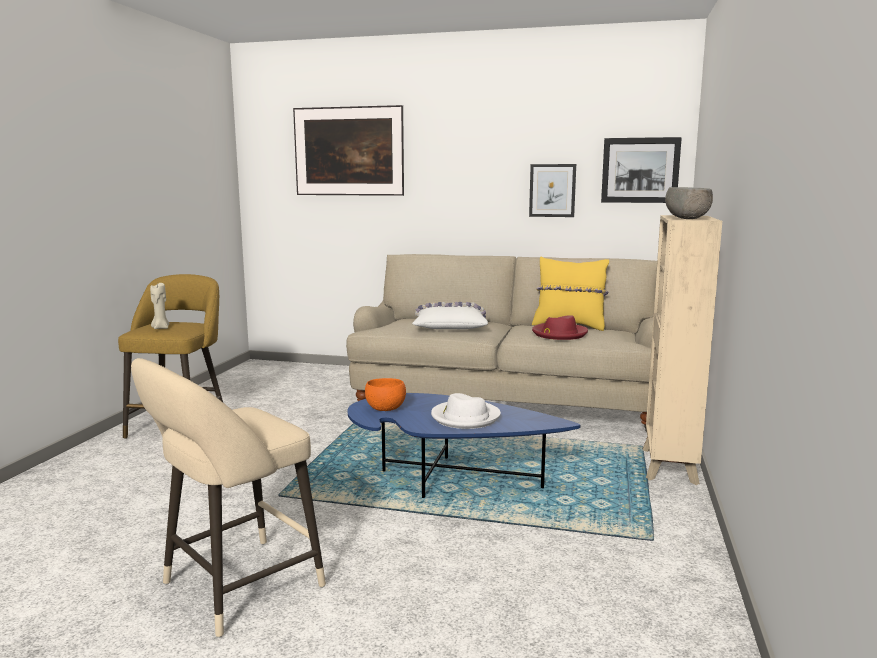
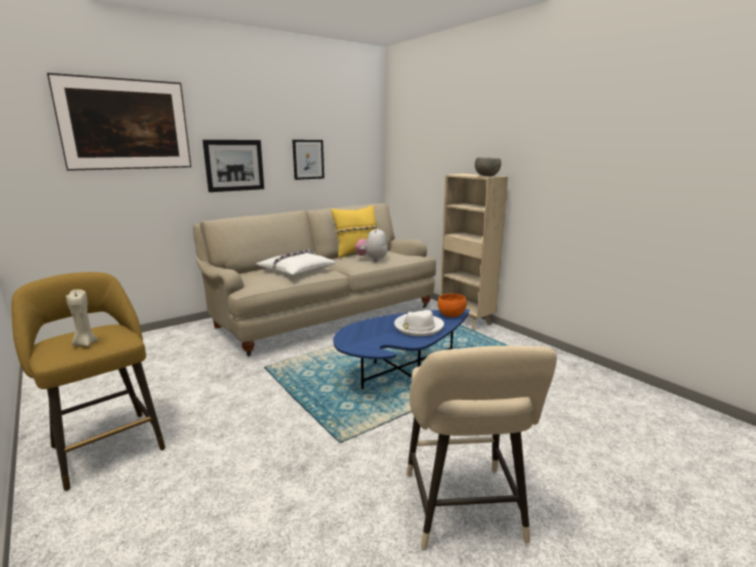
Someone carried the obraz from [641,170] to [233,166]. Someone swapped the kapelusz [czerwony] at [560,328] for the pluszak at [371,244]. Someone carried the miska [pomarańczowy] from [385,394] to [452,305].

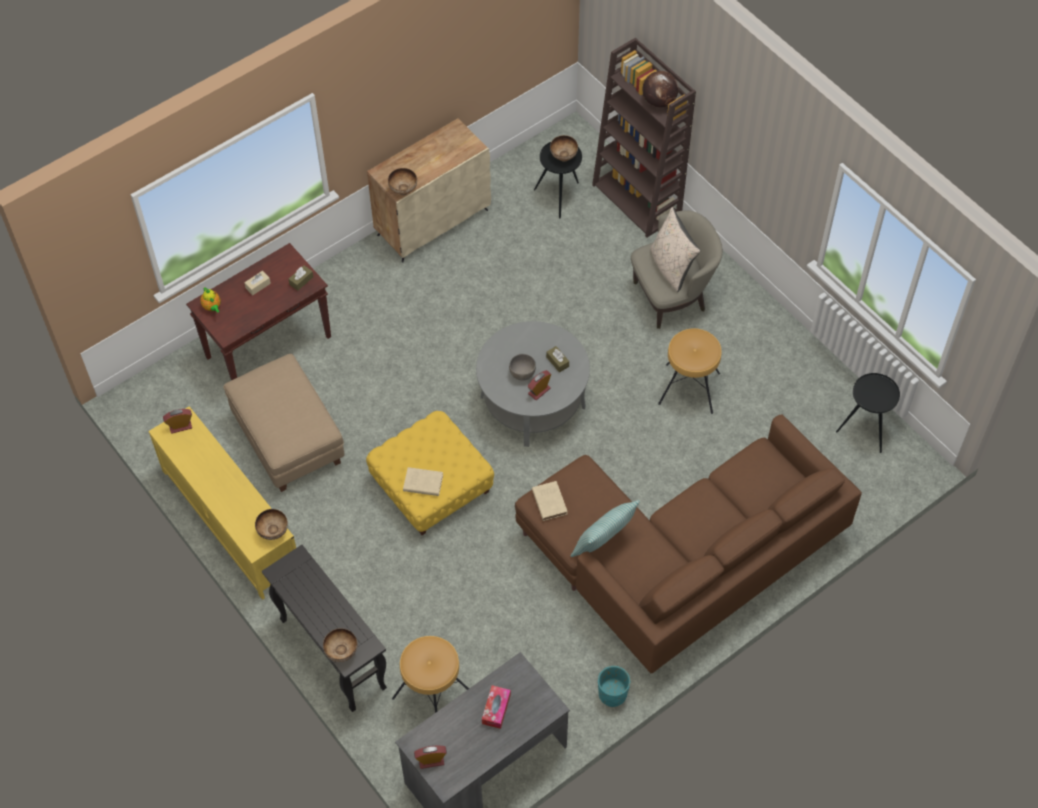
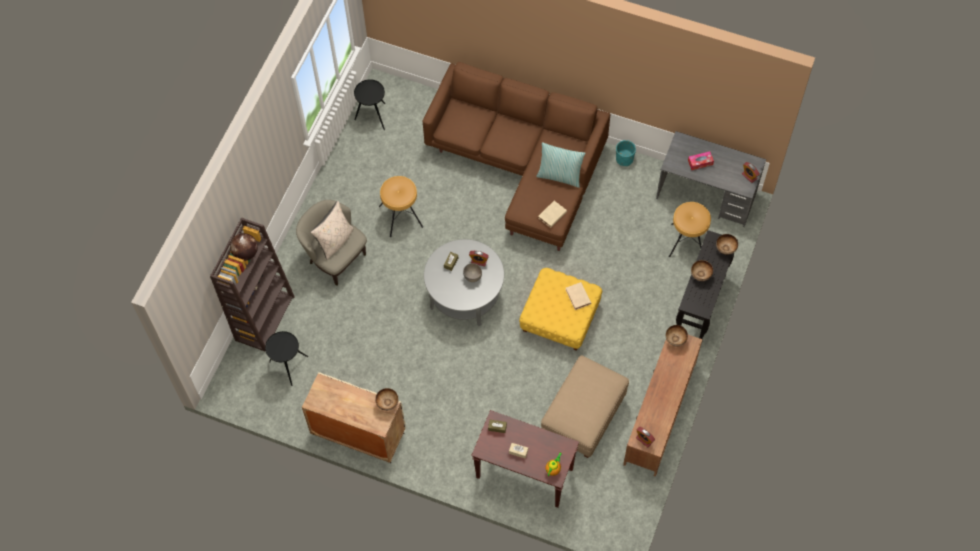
Someone repainted the szafka pod telewizor [żółty] at [222,503], which became the szafka pod telewizor [brązowy] at [663,406]. Someone carried the miska from [564,148] to [702,270].

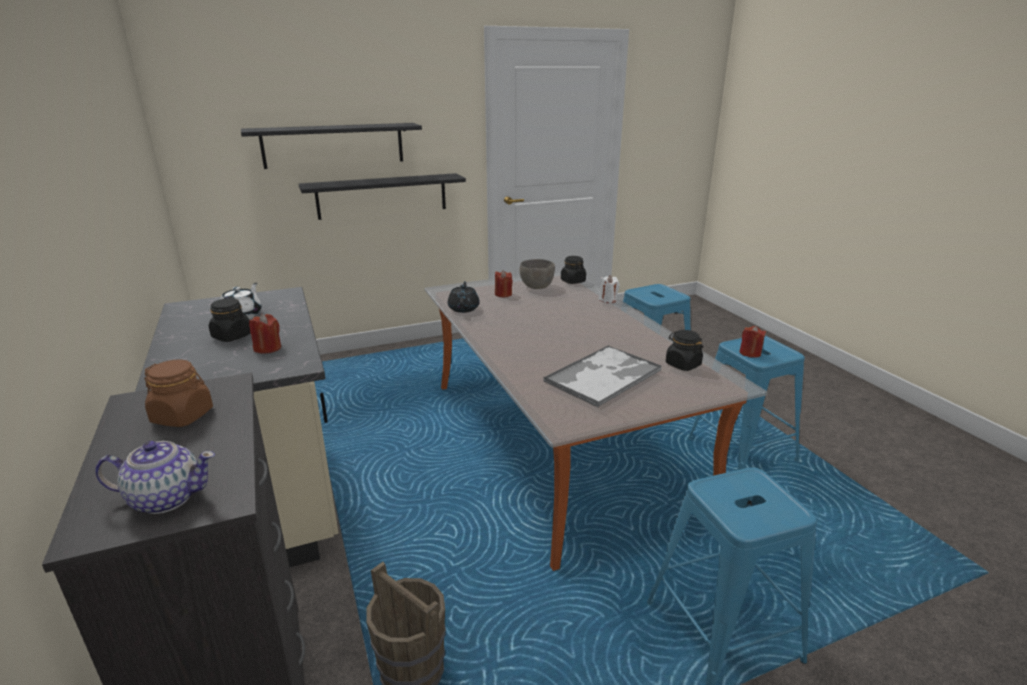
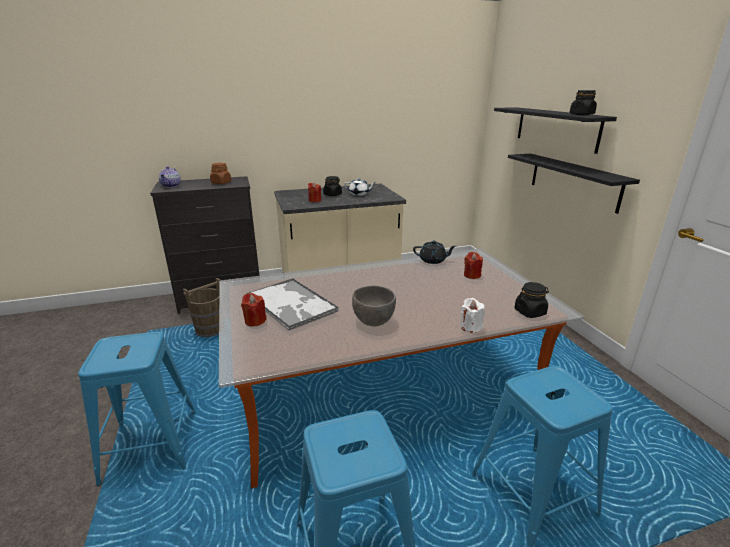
Someone carried the świeca [czerwony] from [752,342] to [254,309]. Someone carried the miska [szary] from [537,274] to [374,306]. Someone carried the słoik [czarny] from [684,350] to [583,102].

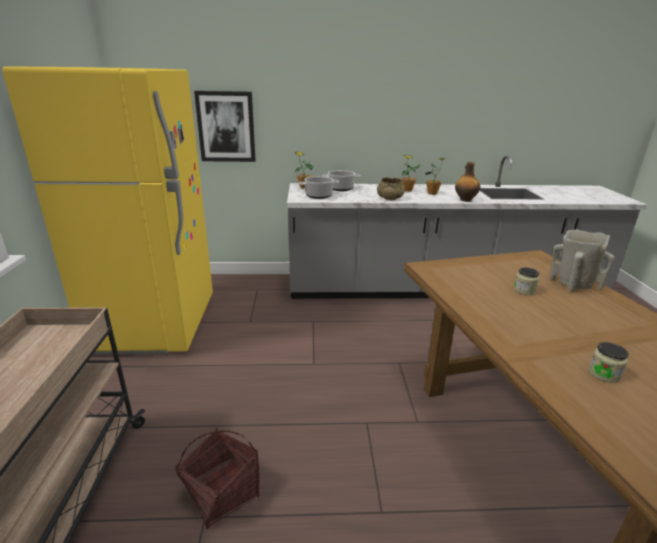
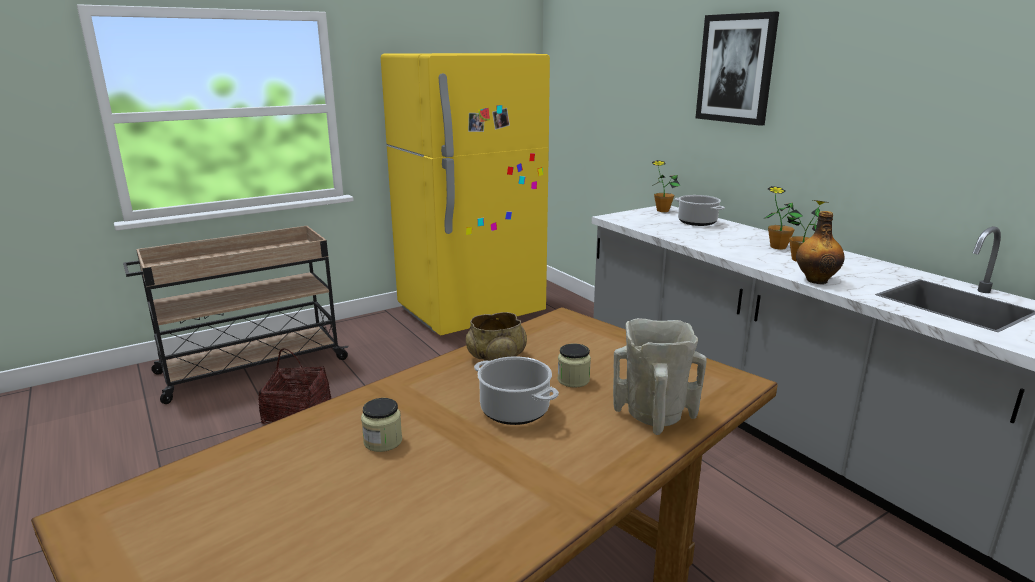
Someone carried the miska [beżowy] from [391,188] to [496,336]. Someone carried the garnek from [318,187] to [516,390]. Someone carried the obraz from [225,126] to [737,69].

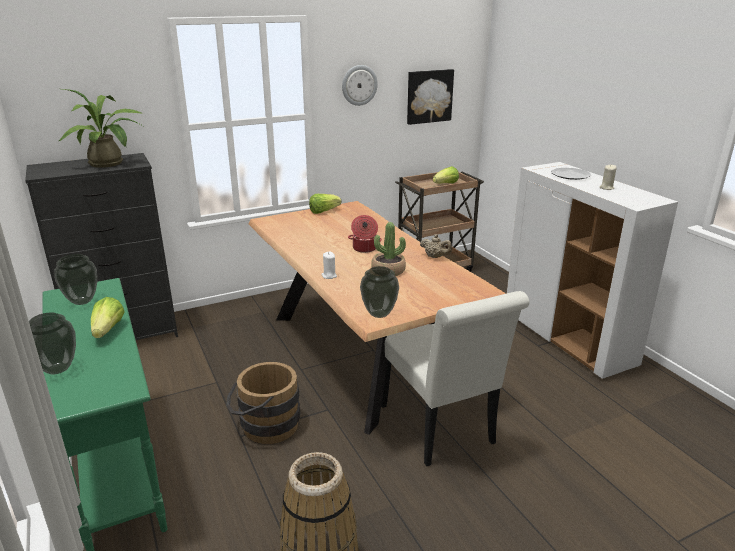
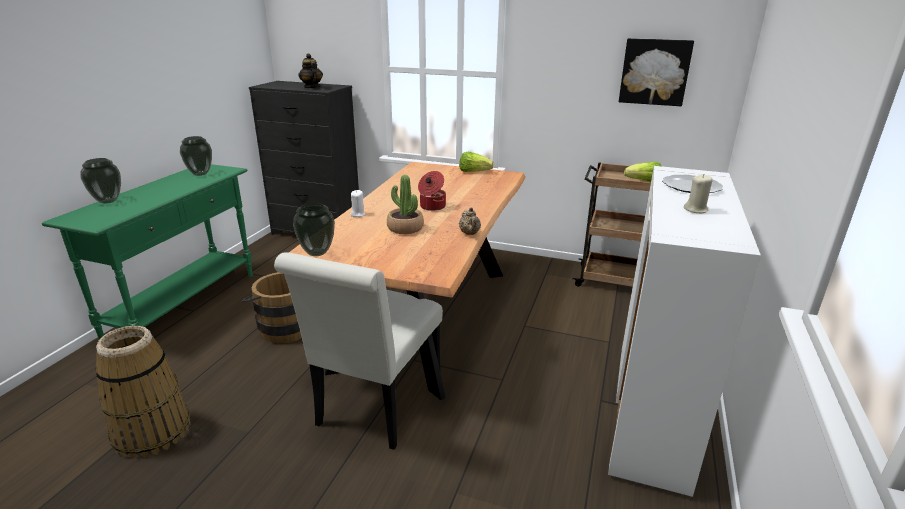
Someone swapped the roślina doniczkowa at [101,128] for the imbryk at [311,71]. Someone took away the sałata at [108,317]. Someone took away the zegar ścienny at [360,85].

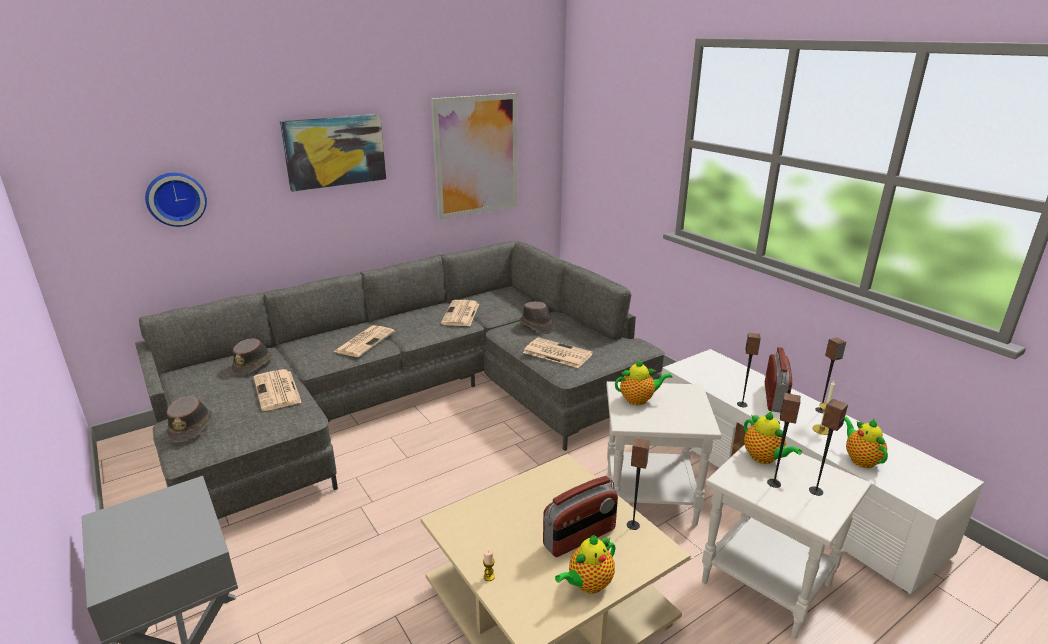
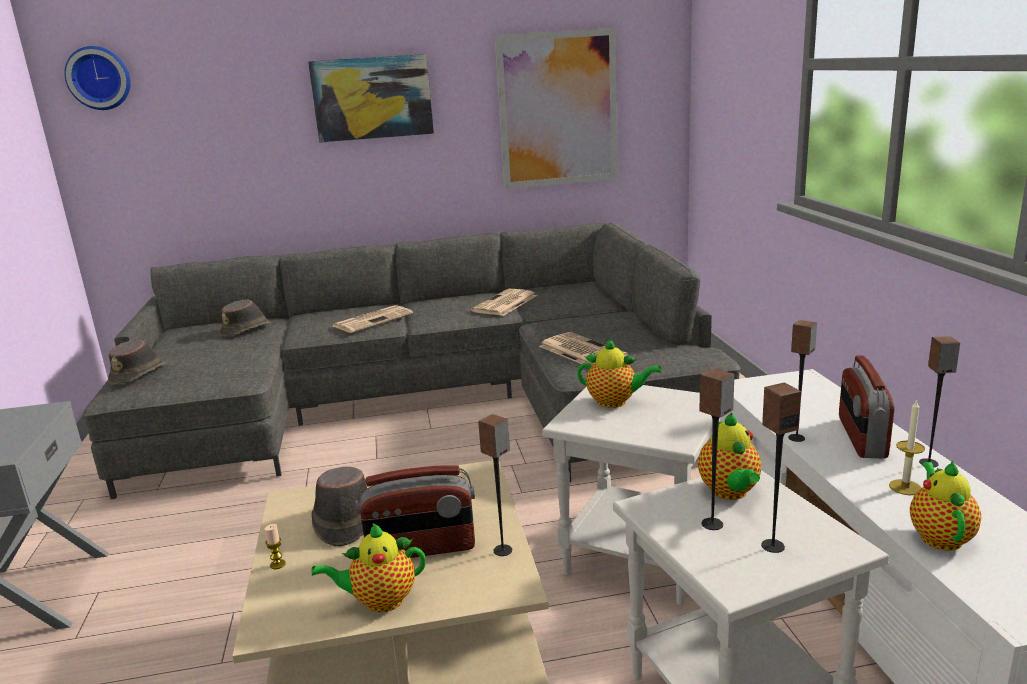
Someone carried the zegar ścienny from [176,200] to [97,78]. Someone carried the kapelusz [brązowy] from [537,318] to [339,507]. Someone rotated the radio at [778,380] by 150 degrees clockwise. Someone took away the gazeta at [278,390].

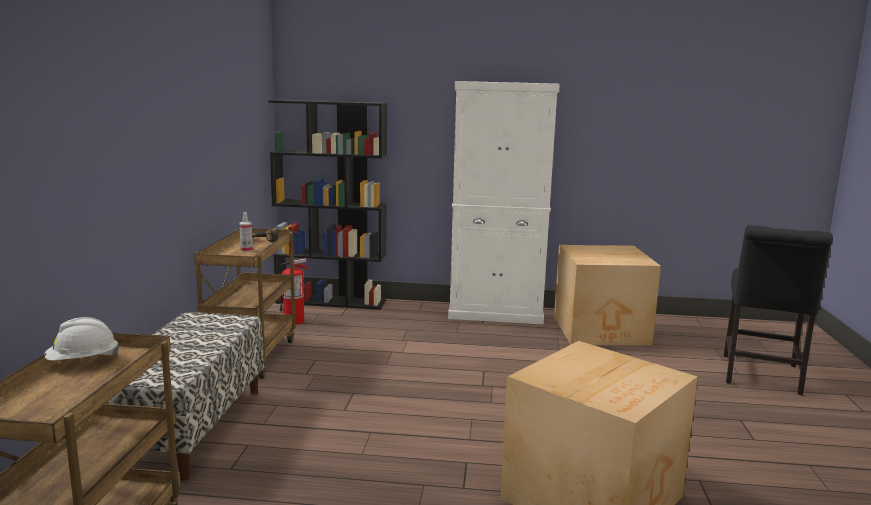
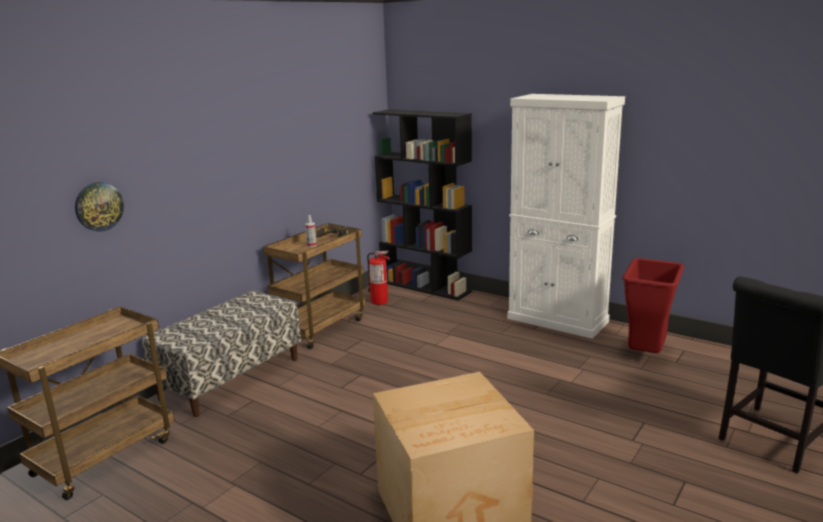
Someone put up the zegar ścienny at [99,207]. Someone swapped the karton at [607,295] for the kosz na śmieci [czerwony] at [653,305]. Someone took away the kask [biały] at [82,339].

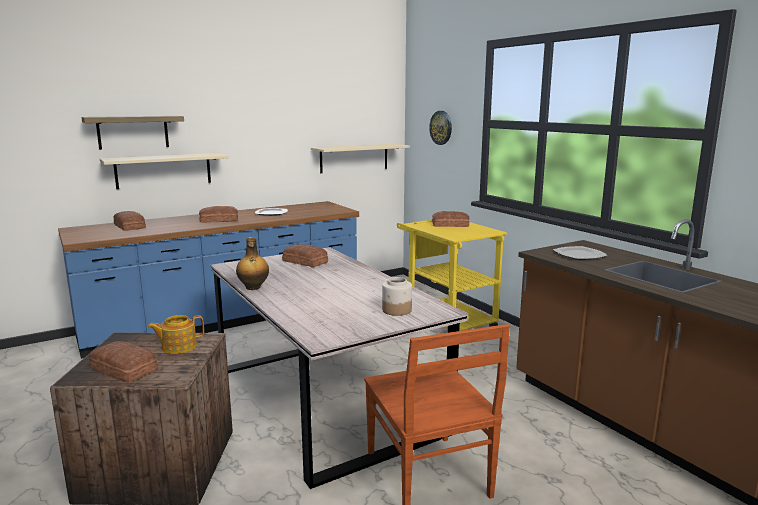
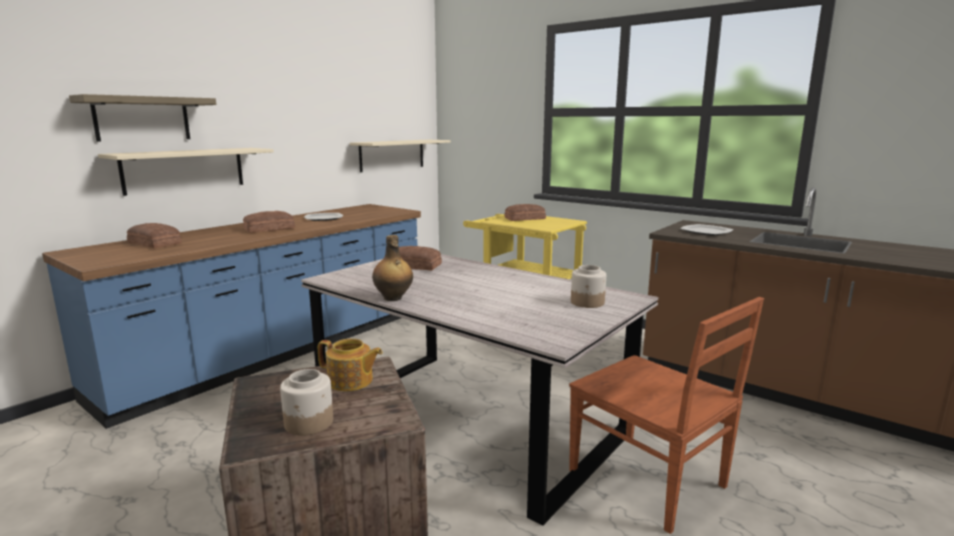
Someone swapped the chleb at [123,362] for the słoik at [306,402]. Someone rotated the imbryk at [175,334] by 120 degrees counterclockwise. Someone took away the zegar ścienny at [440,128].

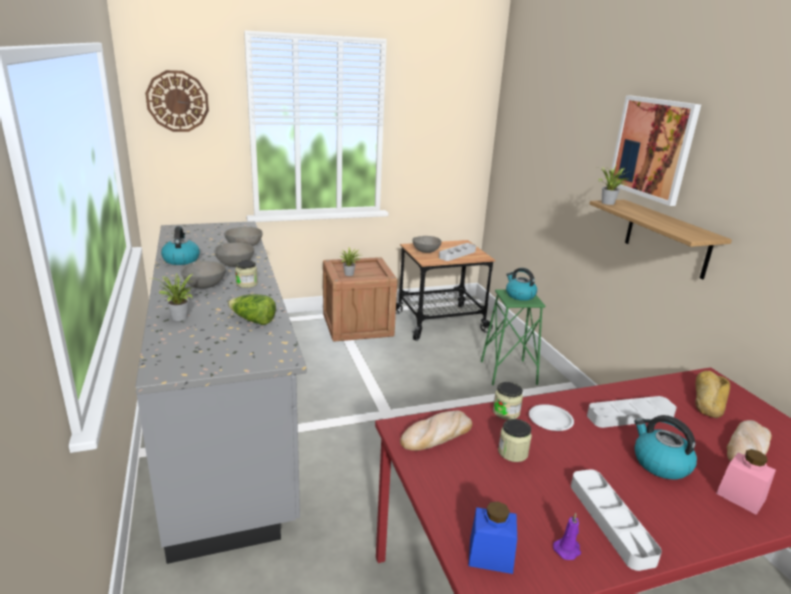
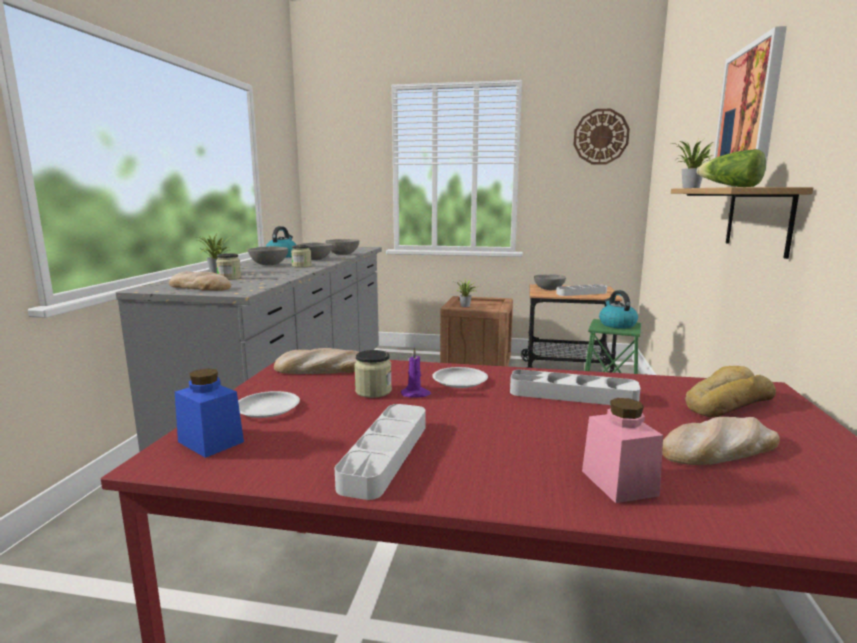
Someone put down the chleb at [200,281]. Someone carried the słoik from [508,401] to [228,266]. Someone put down the talerz [biały] at [269,404]. Someone carried the świeca [fioletowy] from [567,536] to [416,372]. Someone carried the zegar ścienny from [177,101] to [602,137]. Someone carried the sałata from [252,310] to [731,168]. Someone took away the czajnik at [665,447].

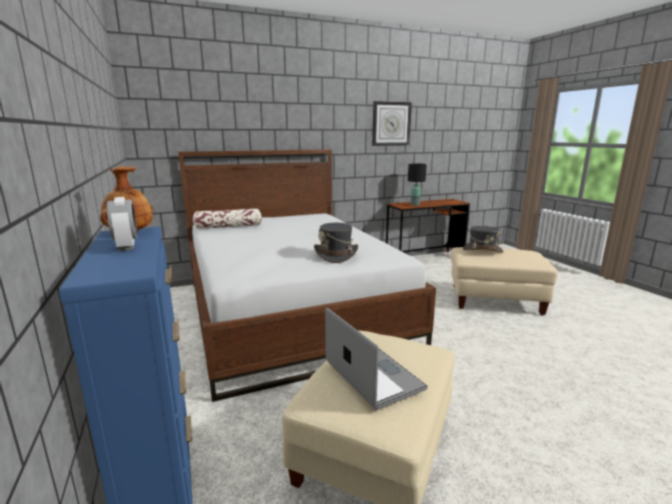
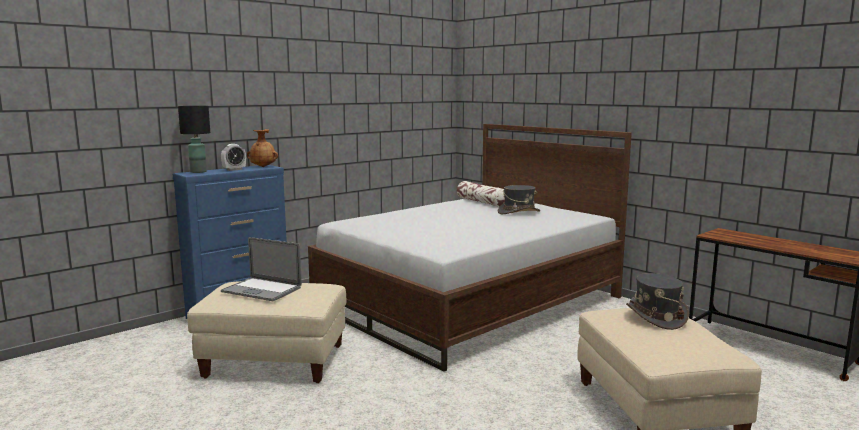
Someone carried the lampa stołowa [czarny] from [417,184] to [194,139]. Someone rotated the laptop at [376,358] by 75 degrees clockwise. Someone carried the kapelusz [szary] from [336,243] to [519,199]. Someone took away the zegar ścienny at [392,123].

